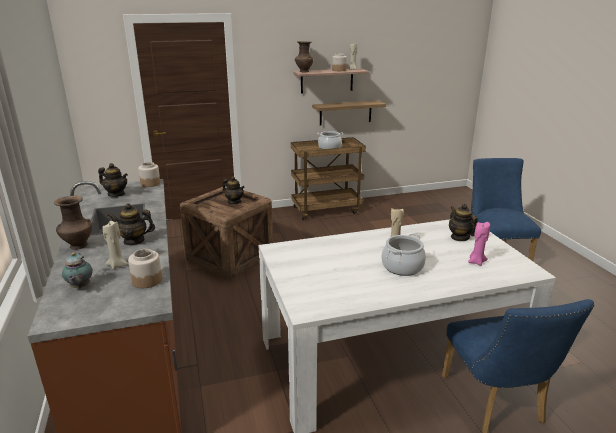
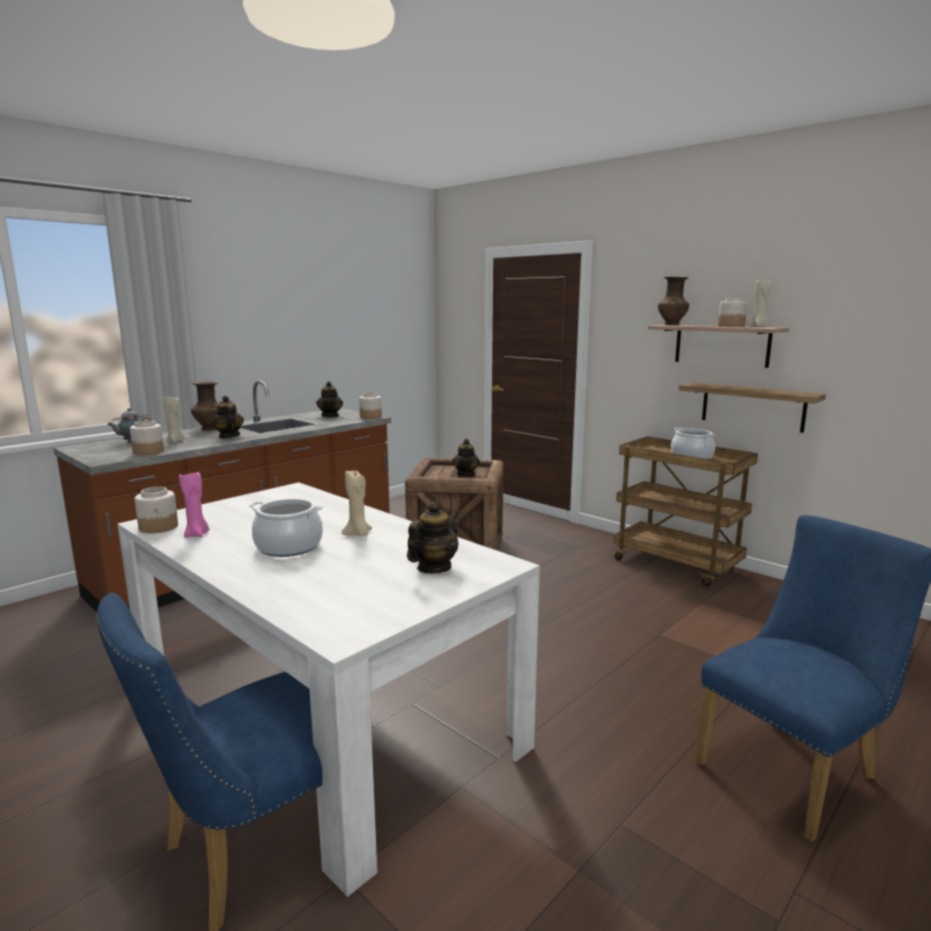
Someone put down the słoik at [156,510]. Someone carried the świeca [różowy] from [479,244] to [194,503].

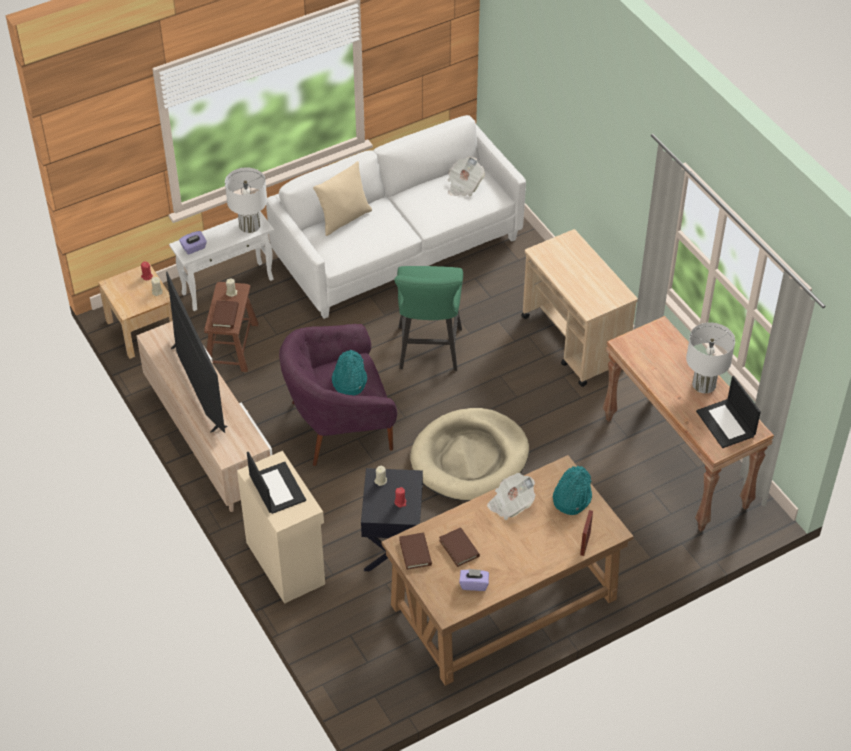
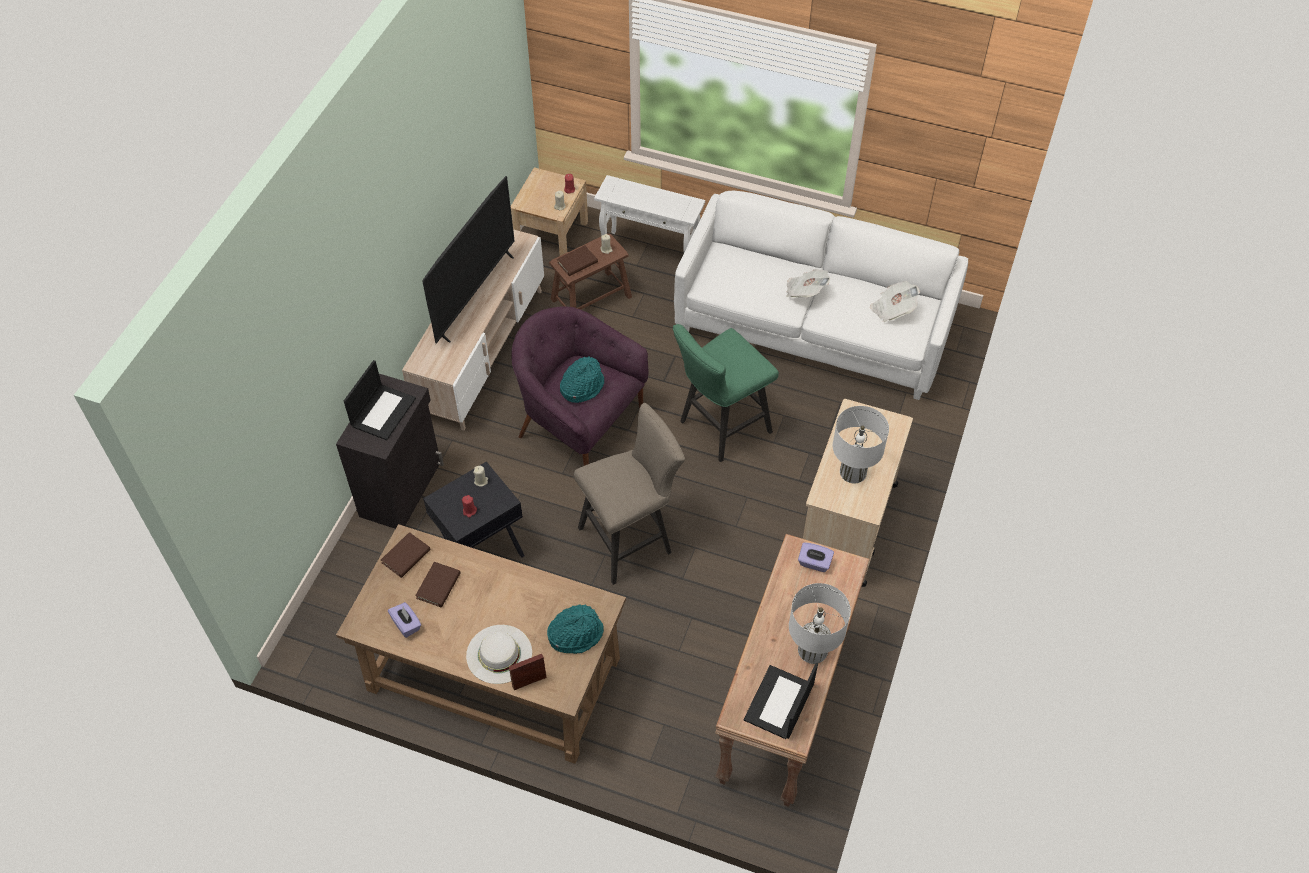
Someone repainted the szafka [beżowy] at [281,527], which became the szafka [czarny] at [390,451]. Someone put down the kapelusz [biały] at [499,654]. Someone swapped the legowisko [beżowy] at [469,454] for the stołek [beżowy] at [629,494]. Someone carried the gazeta from [511,496] to [808,283]. Someone carried the pudełko chusteczek [fioletowy] from [193,242] to [816,557]. Someone carried the lampa stołowa [biały] from [246,200] to [861,445]. Someone took away the poduszka [beżowy] at [342,198].

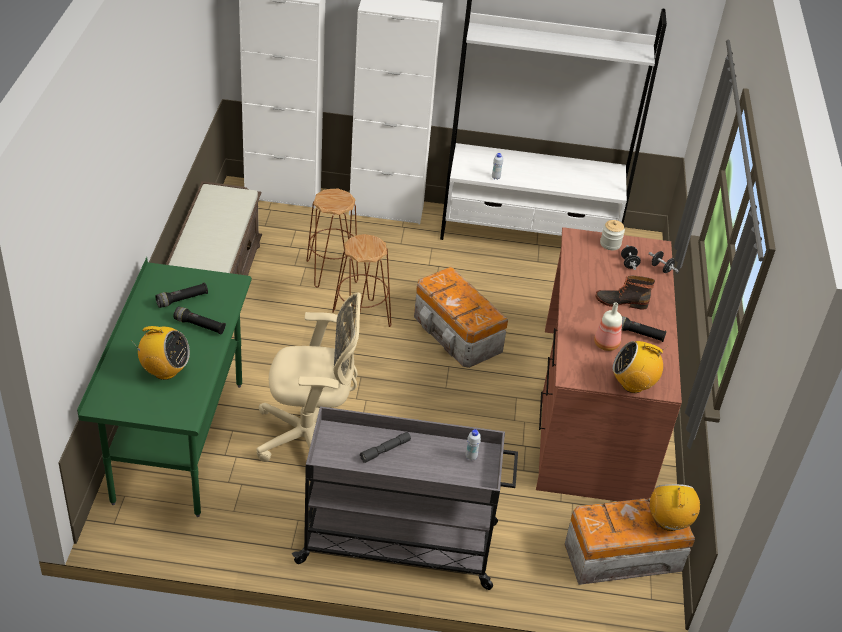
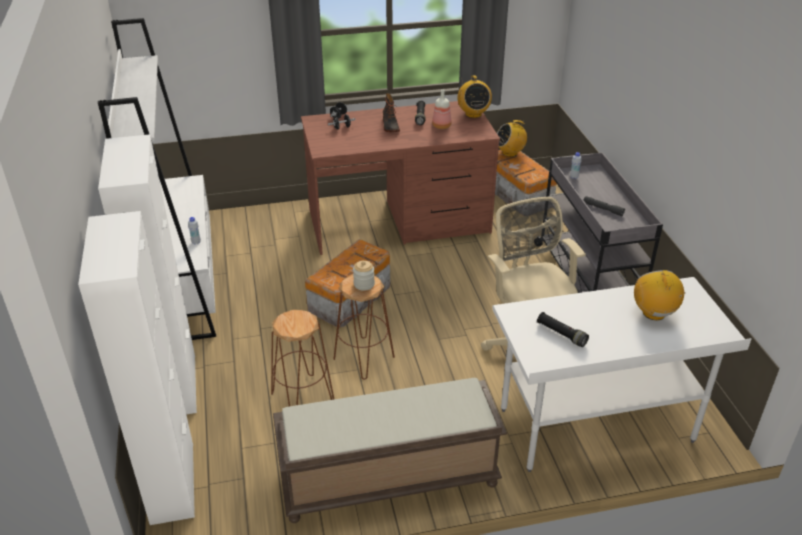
Someone carried the słoik from [612,235] to [364,275]. Someone repainted the biurko [zielony] at [164,387], which became the biurko [biały] at [622,374]. Someone took away the latarka [czarny] at [199,320].

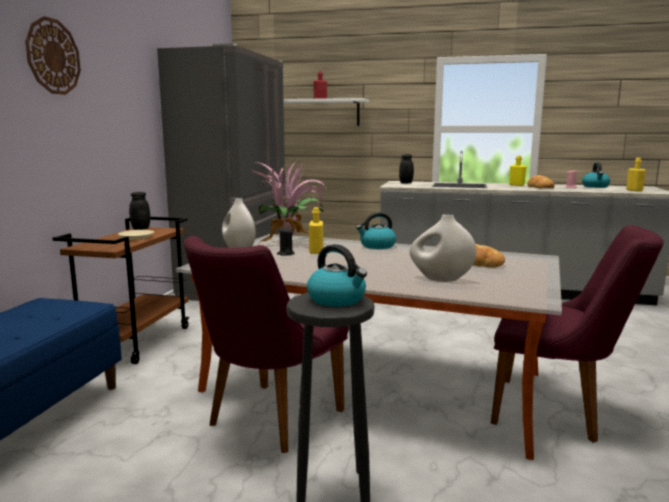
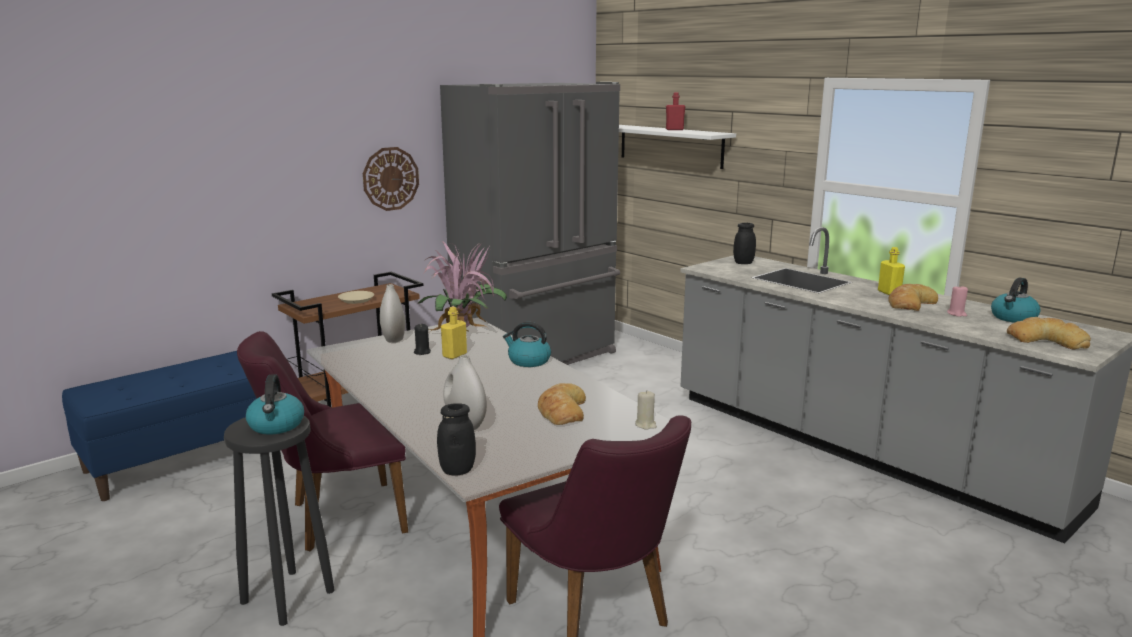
Someone carried the zegar ścienny from [53,55] to [391,179]. Someone carried the słoik [czarny] from [139,211] to [456,439]. Someone put down the świeca [beżowy] at [646,410]. Someone swapped the butelka [żółty] at [636,174] for the chleb at [1049,333].

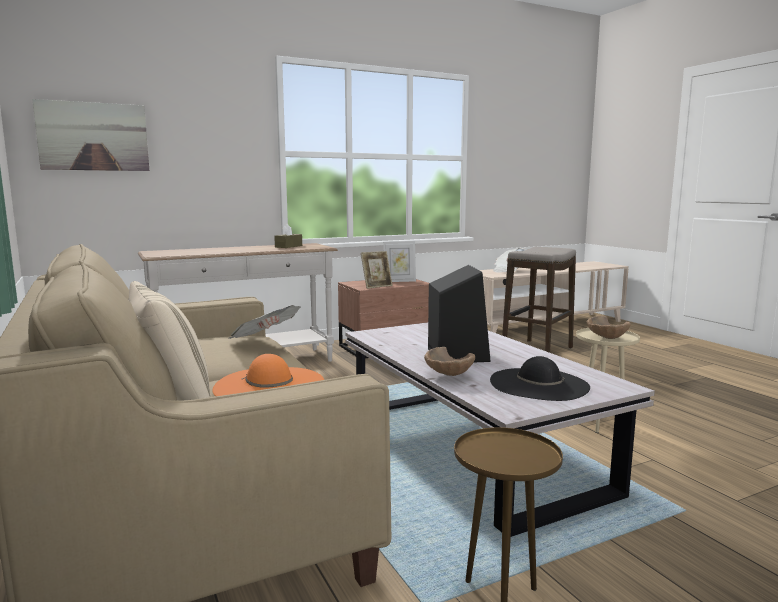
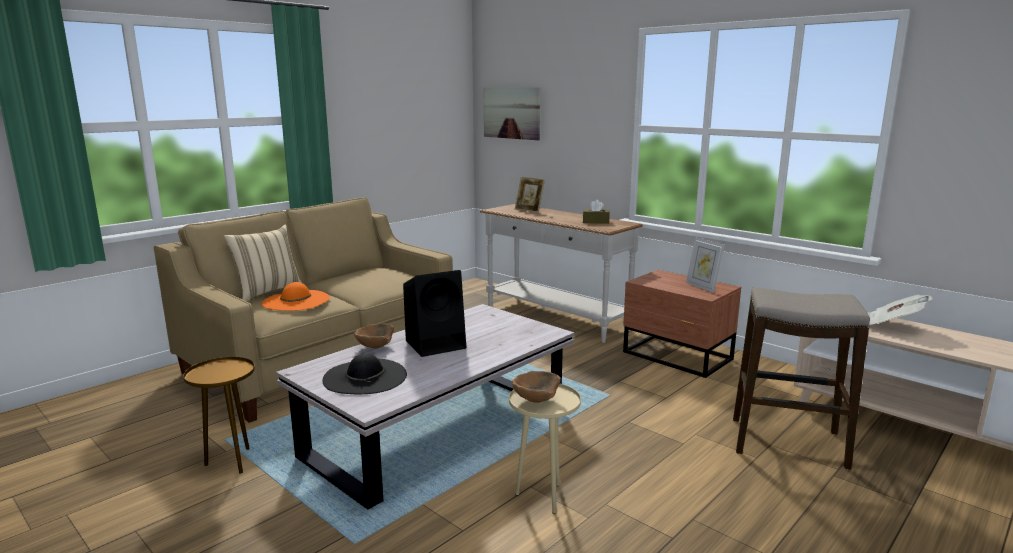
Someone carried the ramka na zdjęcie from [377,270] to [530,195]. Someone took away the gazeta at [265,322].

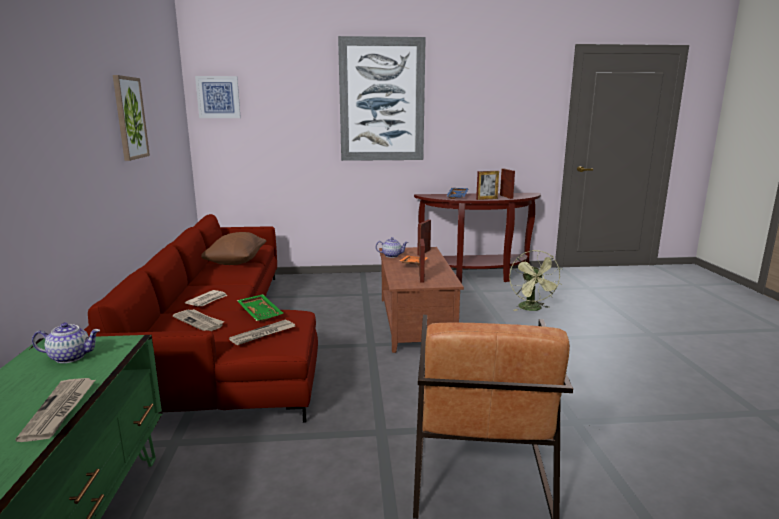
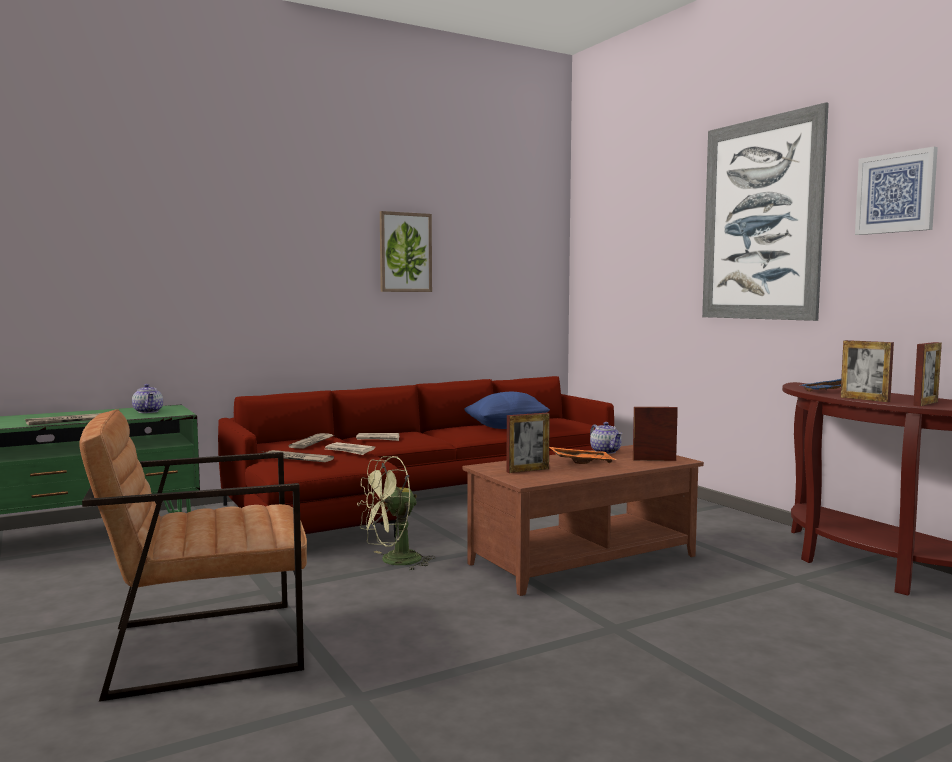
Someone swapped the taca [zielony] at [260,308] for the gazeta at [350,448]. Someone carried the wentylator [zielony] from [536,280] to [396,513]. Someone repainted the poduszka [brązowy] at [234,248], which became the poduszka [niebieski] at [507,410]. Someone carried the obraz from [218,97] to [896,191].

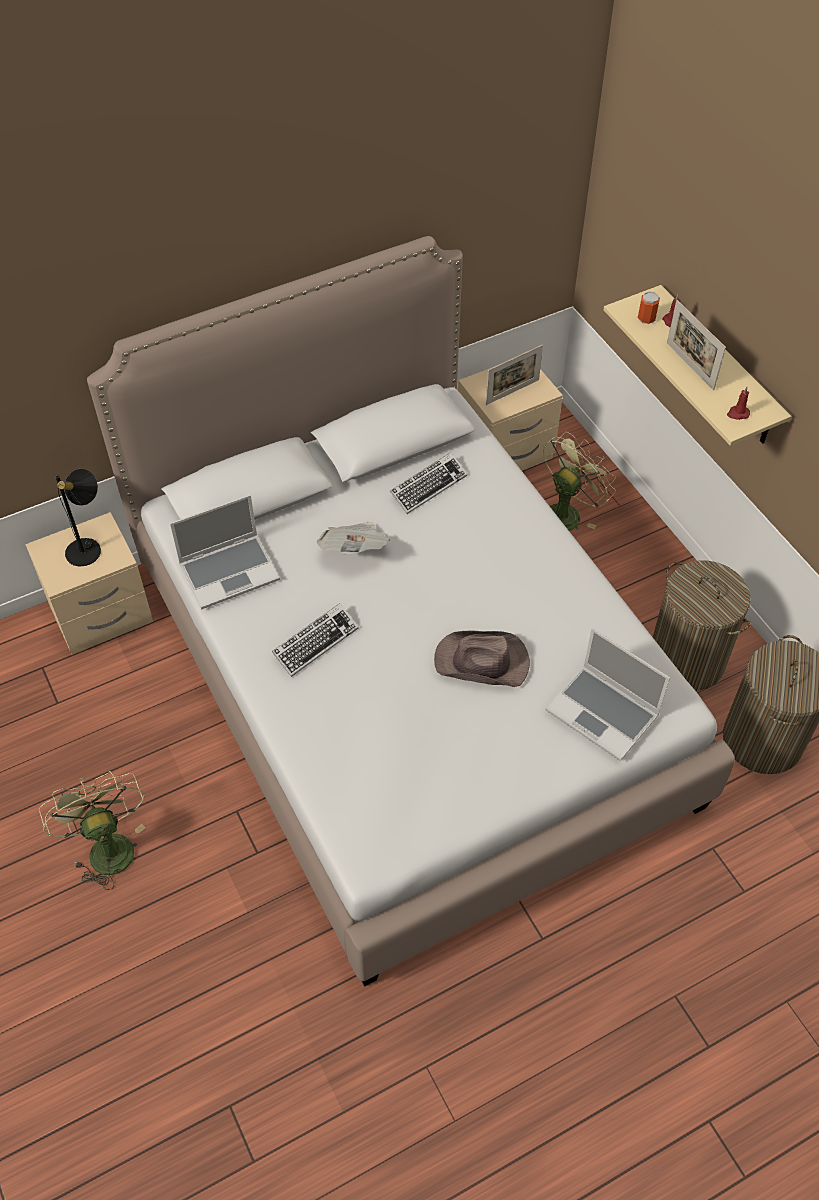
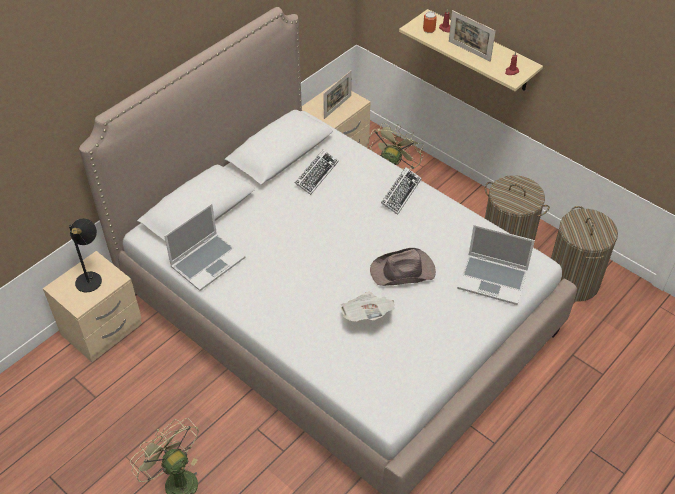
Someone carried the gazeta from [353,538] to [368,307]. Someone carried the klawiatura from [315,640] to [401,191].

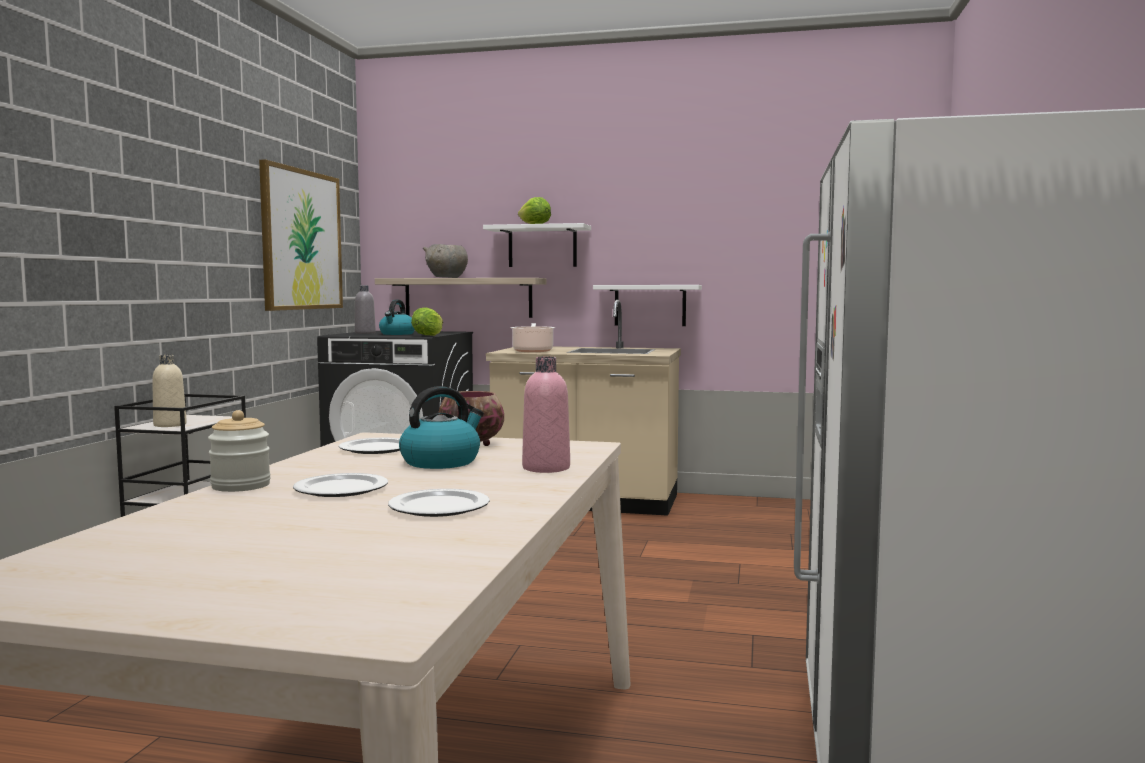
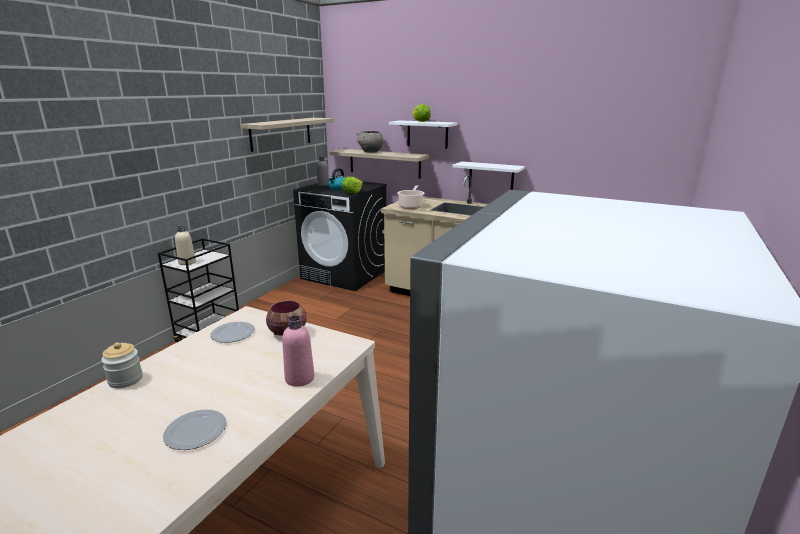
Someone swapped the obraz at [301,235] for the półka at [287,135]. Someone took away the talerz at [340,485]. Someone took away the czajnik at [441,427].

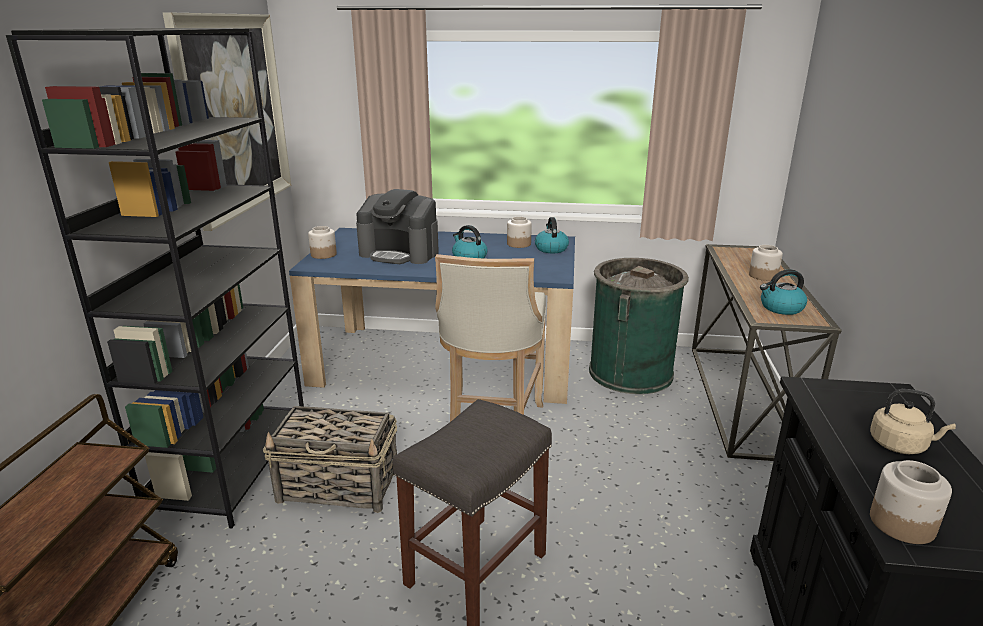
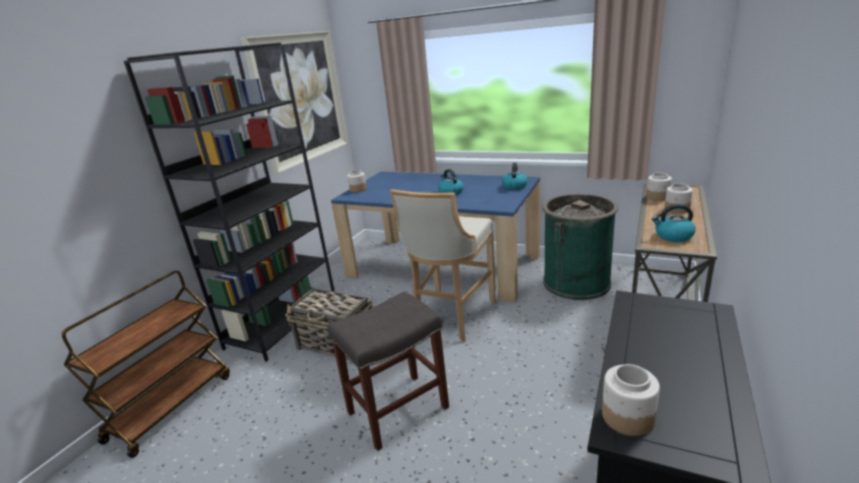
Someone carried the słoik from [519,232] to [659,187]. Someone took away the ekspres do kawy at [397,226]. Someone took away the czajnik [beżowy] at [913,421].

